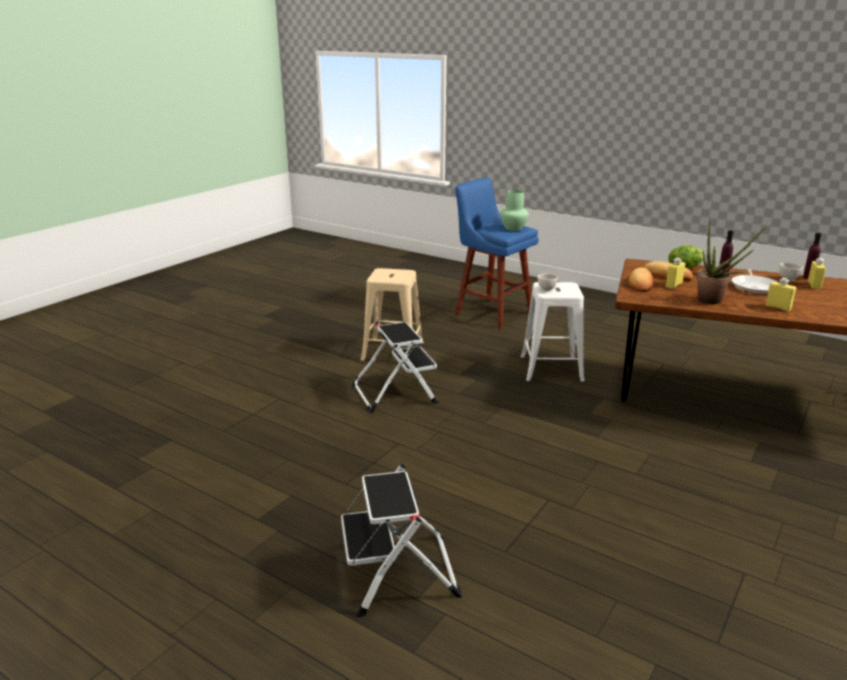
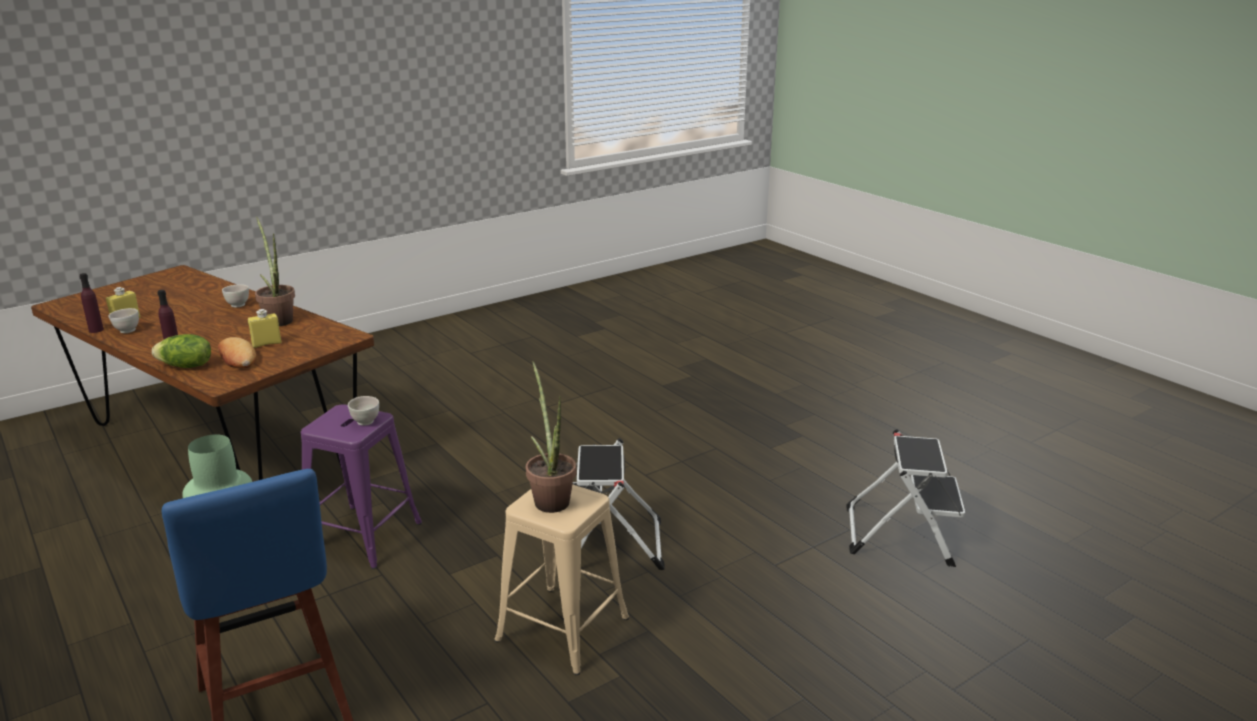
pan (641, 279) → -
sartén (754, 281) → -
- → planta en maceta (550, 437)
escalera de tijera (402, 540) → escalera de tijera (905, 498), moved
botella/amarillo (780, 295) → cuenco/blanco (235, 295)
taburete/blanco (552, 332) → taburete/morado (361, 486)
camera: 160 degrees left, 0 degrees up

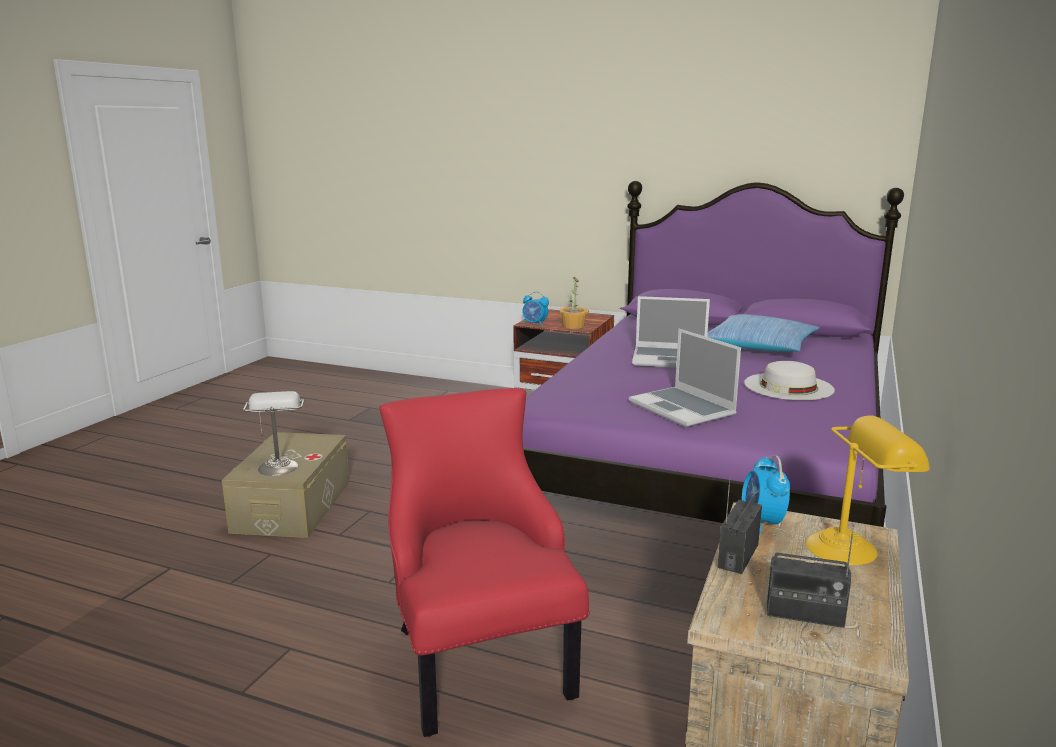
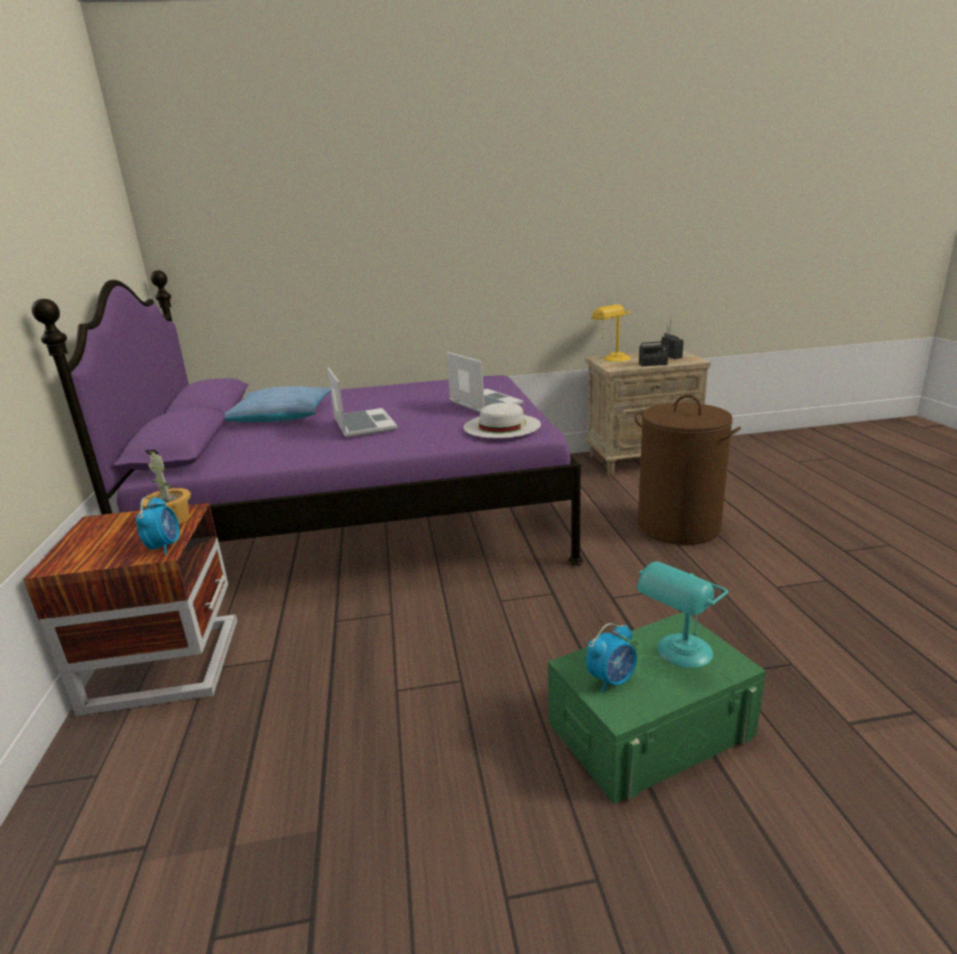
despertador (766, 494) → despertador (611, 658), moved
sombrero/blanco (789, 380) → sombrero/blanco (502, 420), moved
silla/rojo (484, 562) → cesto de la ropa/marrón (687, 470)
caja de almacenaje/beis (285, 485) → caja de almacenaje/verde (657, 708)
lámpara de mesa/blanco (273, 433) → lámpara de mesa/turquesa (682, 615)
portátil (685, 378) → portátil (484, 382), 60 degrees counterclockwise
camera: 120 degrees left, 5 degrees up

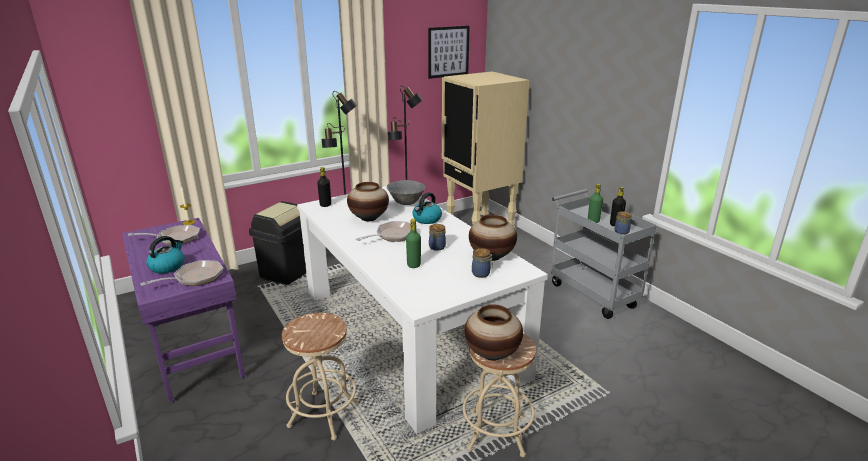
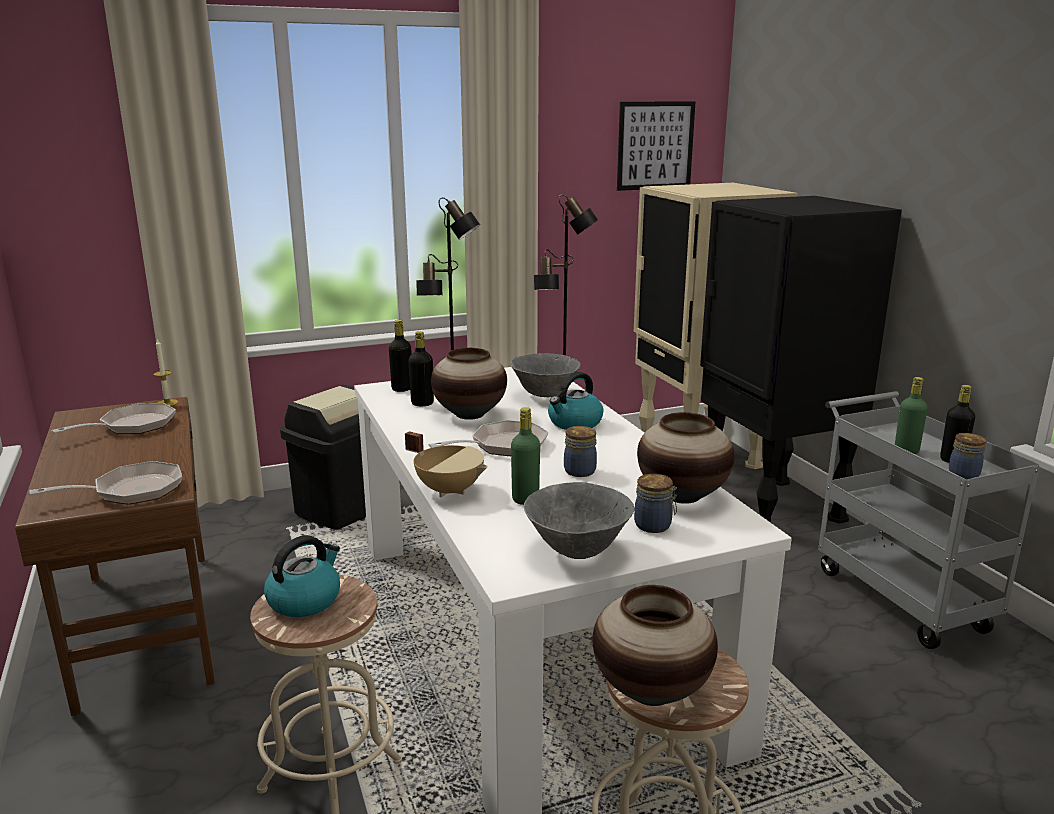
- → olla/beis (446, 464)
- → botella/negro (421, 368)
- → cuenco/gris (579, 520)
- → armario/negro (801, 360)
hervidor (165, 254) → hervidor (302, 576), moved
mesa consola/morado (183, 310) → mesa consola/marrón (115, 556)
sartén (163, 235) → sartén (113, 418), 45 degrees counterclockwise
camera: 10 degrees right, 5 degrees down

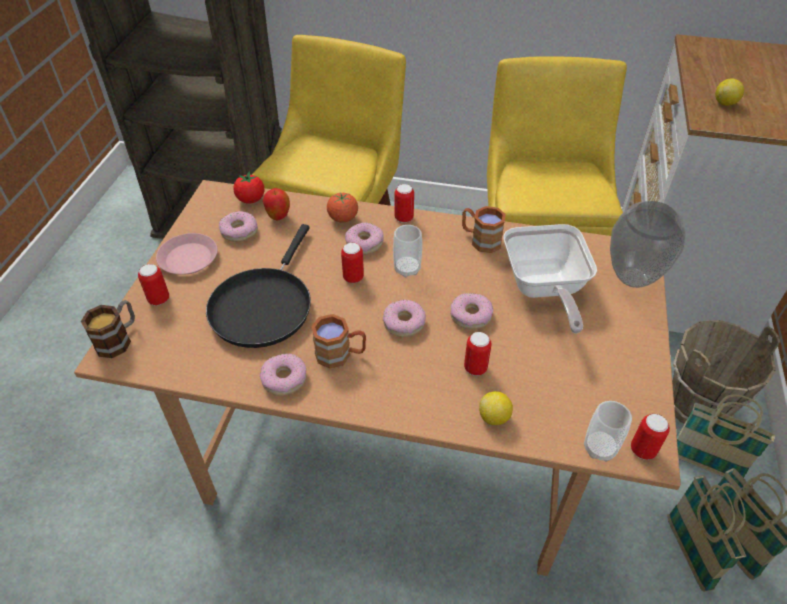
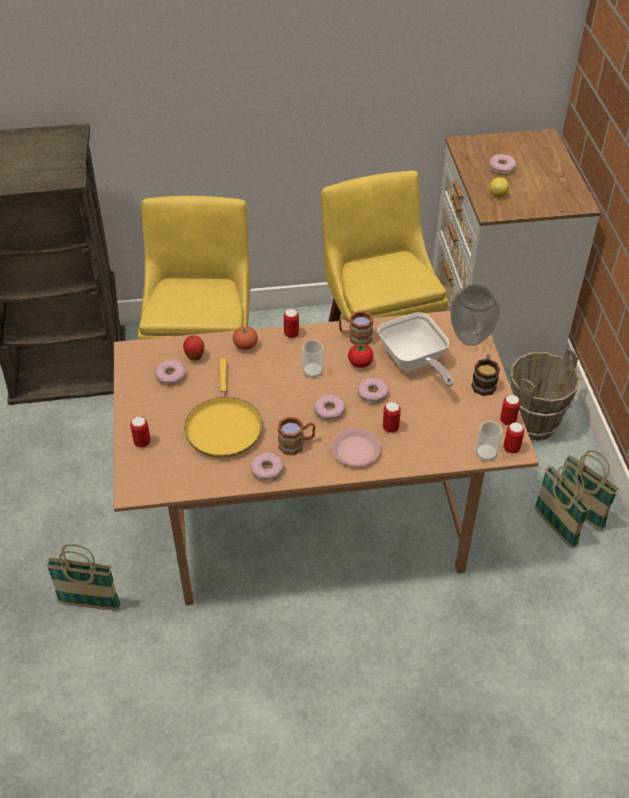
limón (496, 408) → -
taza grande (108, 329) → taza grande (485, 375), moved
plato/rosa (187, 253) → plato/rosa (356, 447), moved
tomate (249, 187) → tomate (360, 355), moved
lata (352, 263) → lata (510, 410), moved
rosquilla (364, 238) → rosquilla (502, 164), moved
cesta (726, 436) → cesta (83, 577), moved
sartén/negro (258, 286) → sartén/amarillo (223, 408)
camera: 20 degrees left, 0 degrees up

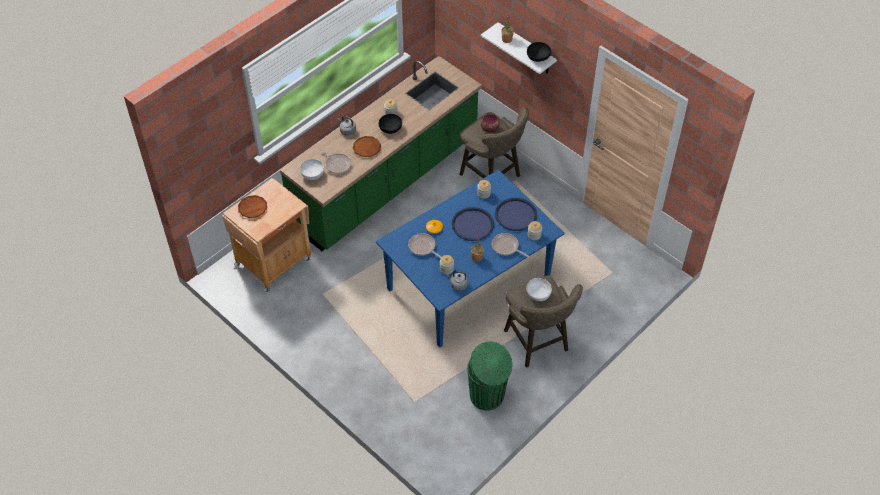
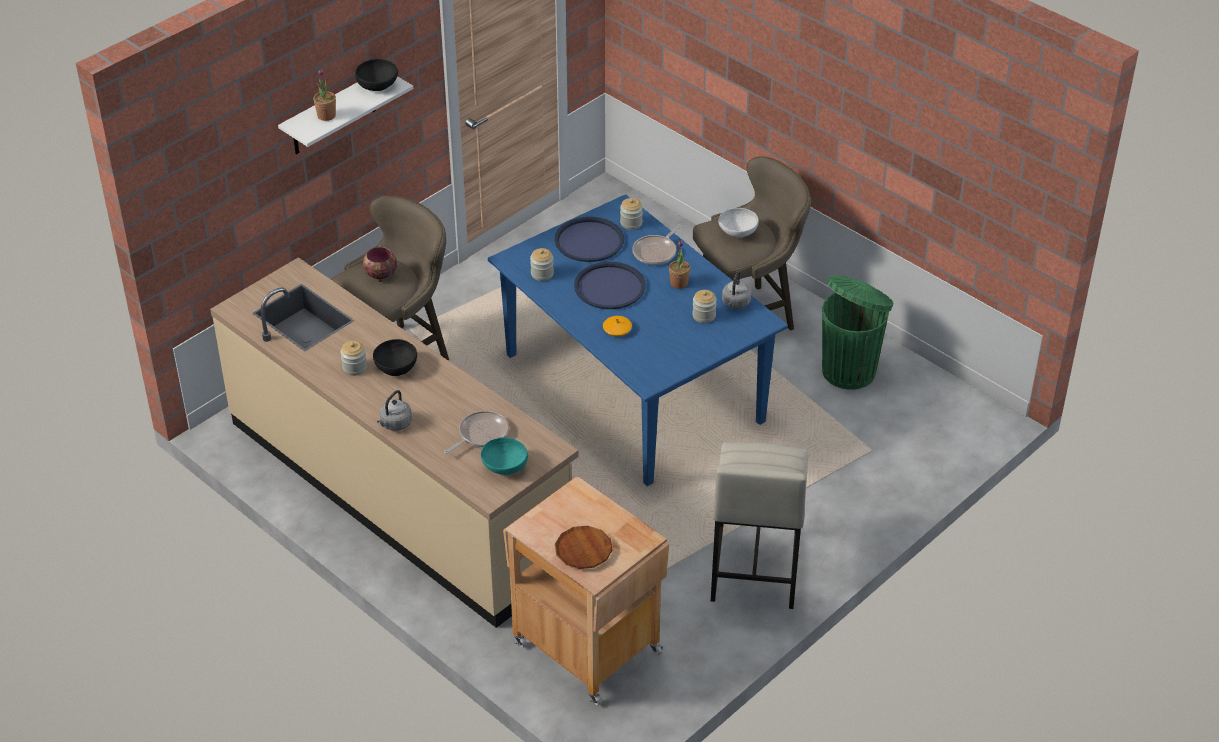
plato/marrón (367, 146) → -
sartén (424, 245) → -
- → taburete/beis (759, 526)
mueble bajo de cocina/verde (381, 153) → mueble bajo de cocina/beis (394, 442)
cuenco/blanco (312, 169) → cuenco/turquesa (504, 456)
camera: 90 degrees left, 10 degrees down

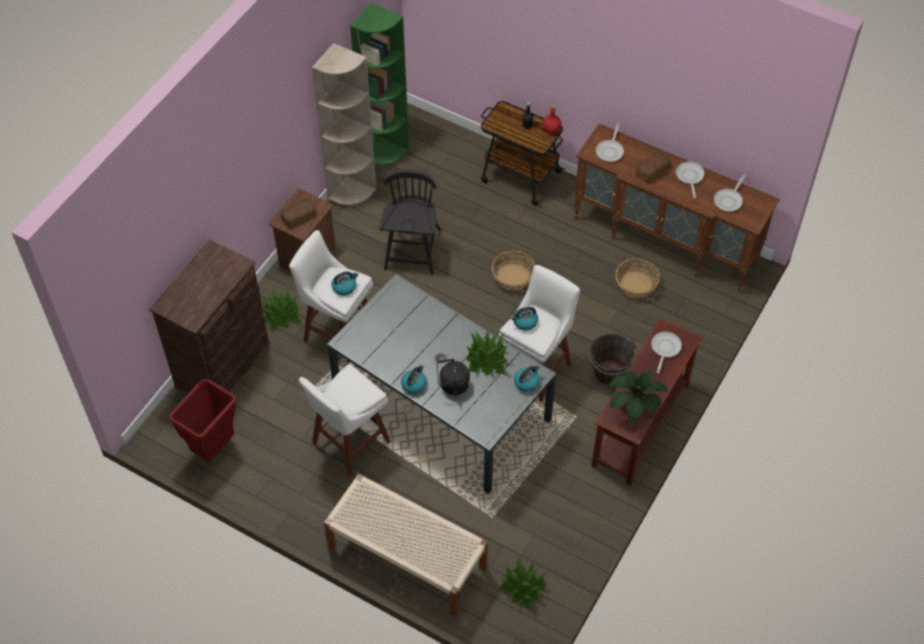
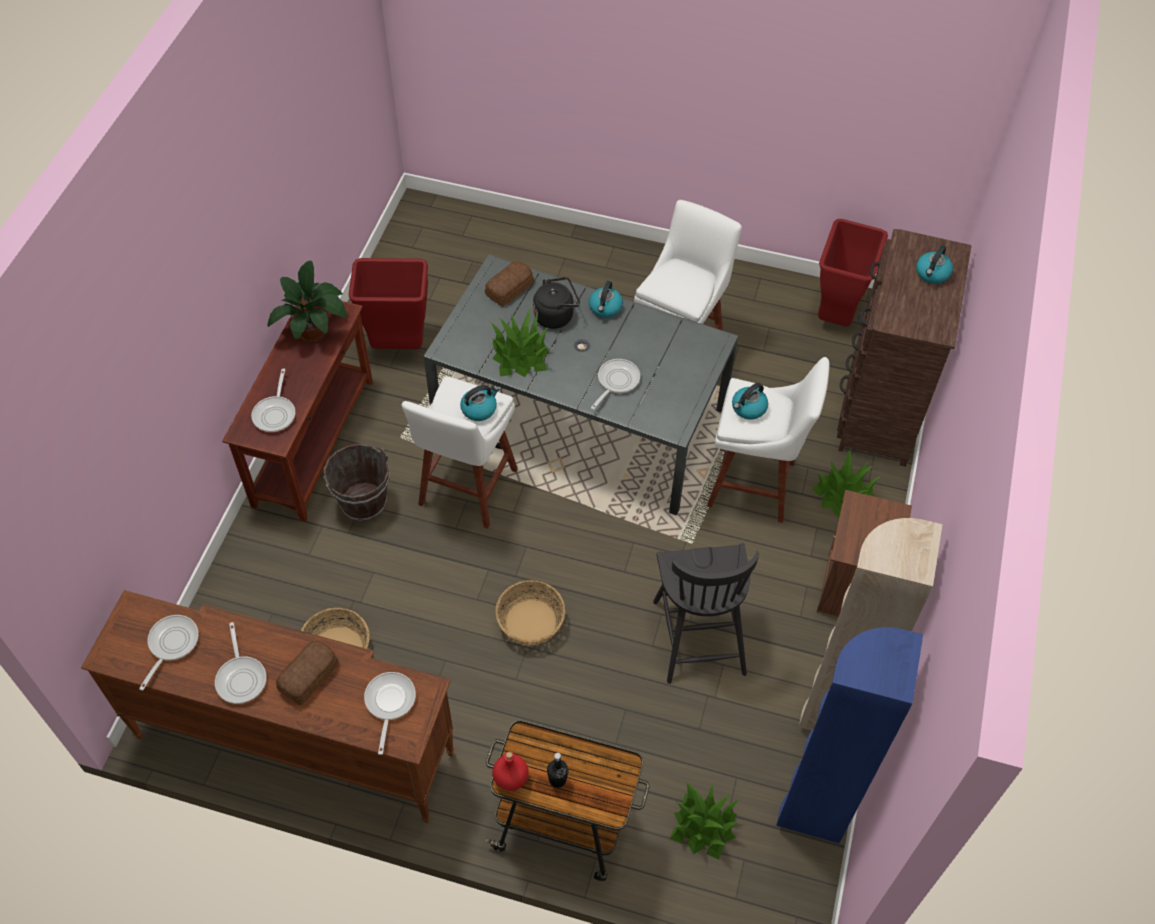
banco/beis (406, 545) → -
- → papelera/rojo (388, 303)
- → sartén (615, 384)
pan (299, 214) → pan (509, 284), moved
planta en maceta (523, 582) → planta en maceta (704, 820), moved
hervidor (527, 378) → hervidor (934, 264), moved
estantería/verde (379, 84) → estantería/azul (849, 735)
camera: 165 degrees right, 0 degrees up

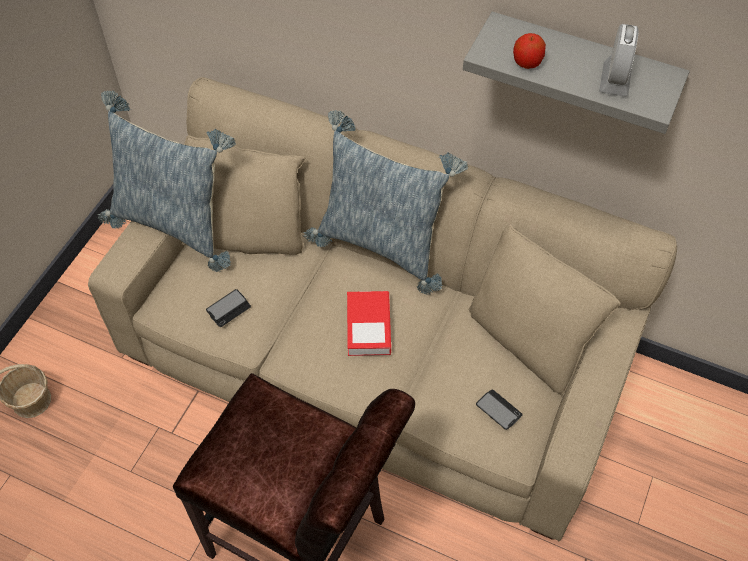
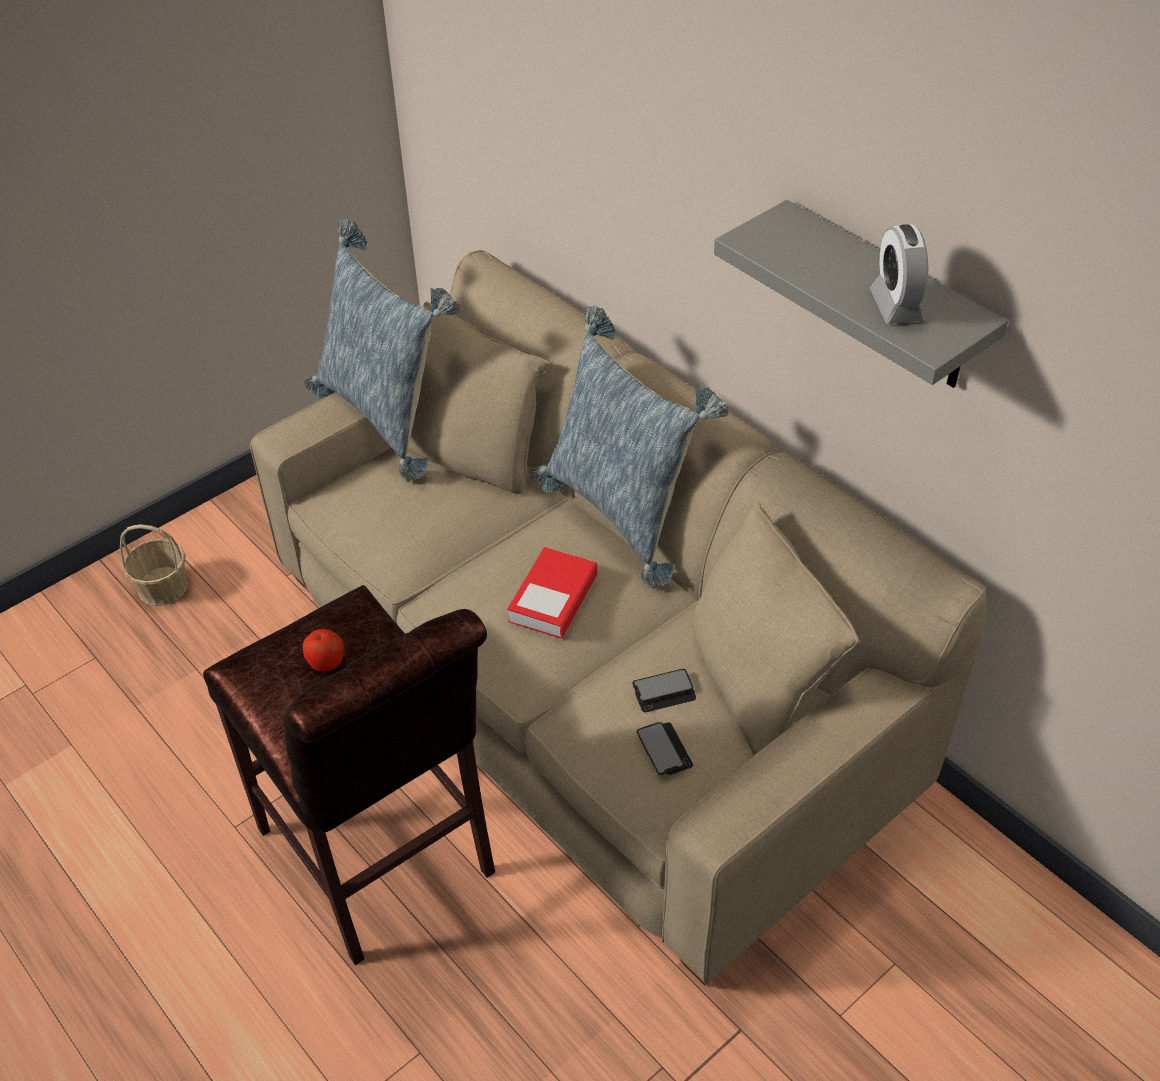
móvil (228, 308) → móvil (664, 691), moved
manzana (529, 51) → manzana (323, 650), moved
despertador (619, 60) → despertador (899, 274), 135 degrees clockwise
camera: 25 degrees right, 10 degrees down

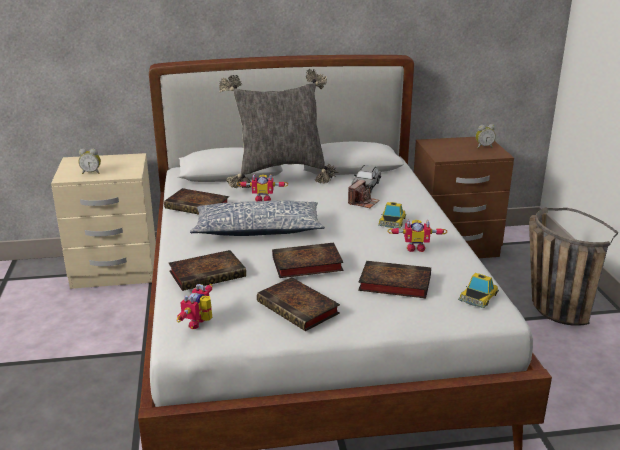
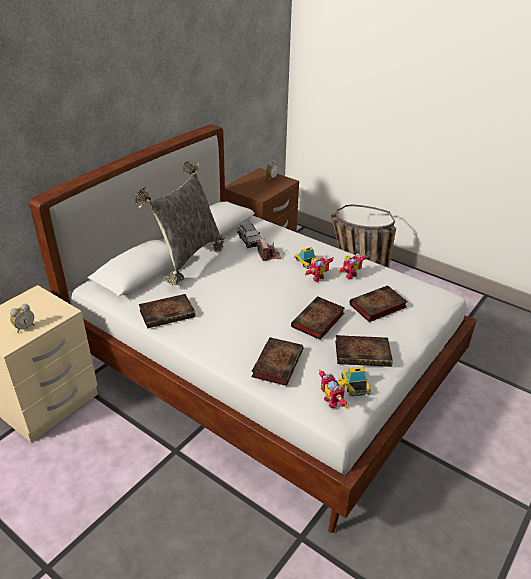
cojín (257, 218) → -
robot de juguete (262, 187) → robot de juguete (319, 269), moved
coche de juguete (478, 290) → coche de juguete (356, 382), moved
camera: 45 degrees left, 10 degrees up

